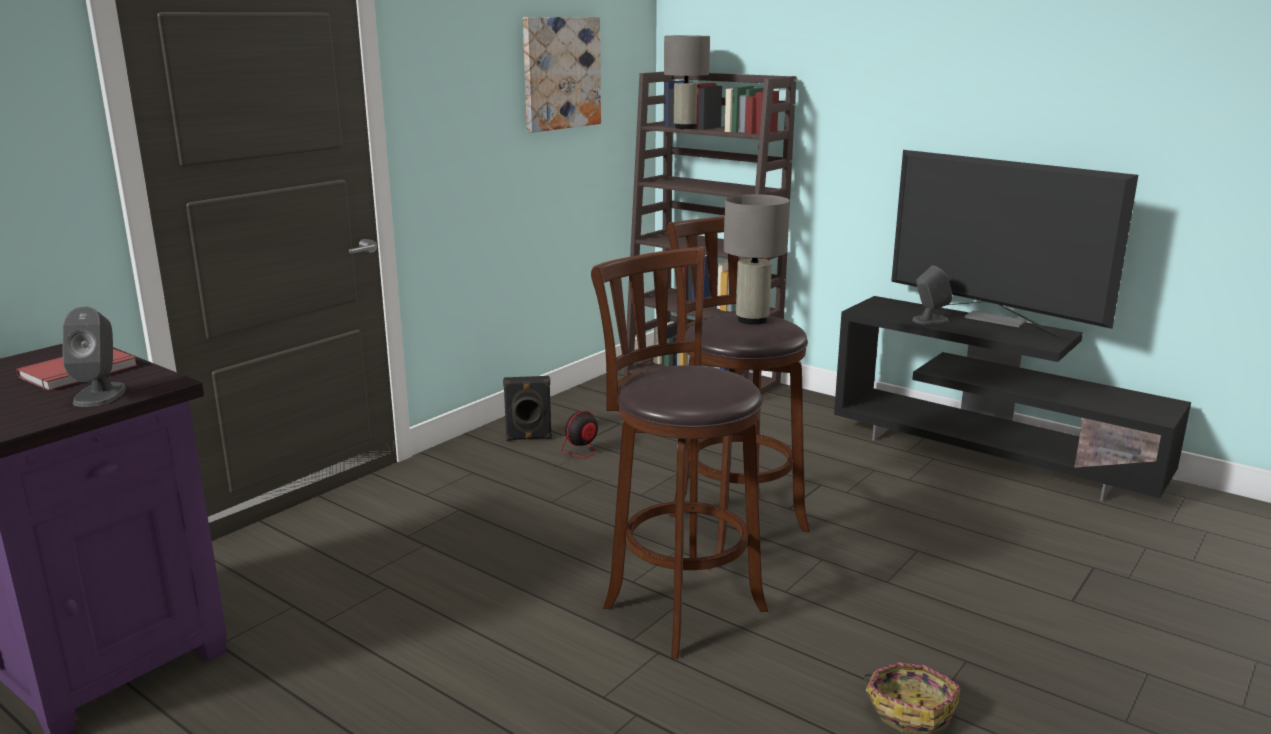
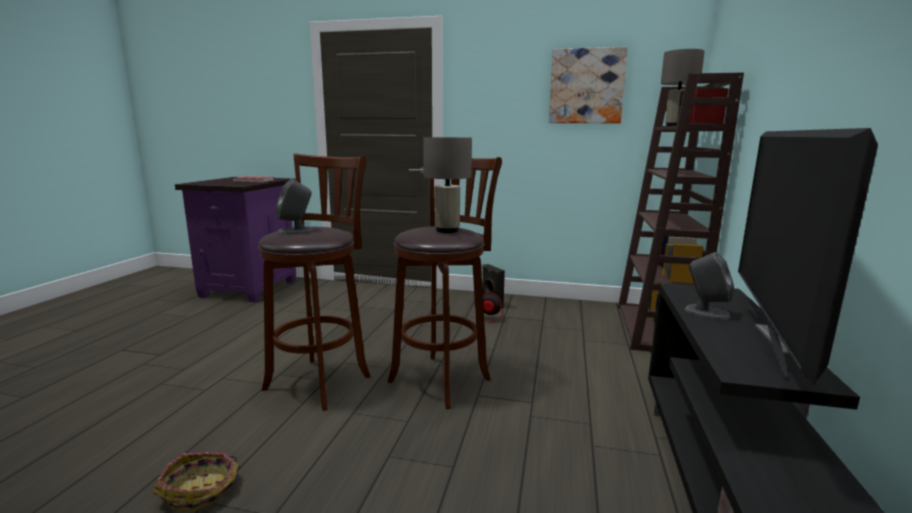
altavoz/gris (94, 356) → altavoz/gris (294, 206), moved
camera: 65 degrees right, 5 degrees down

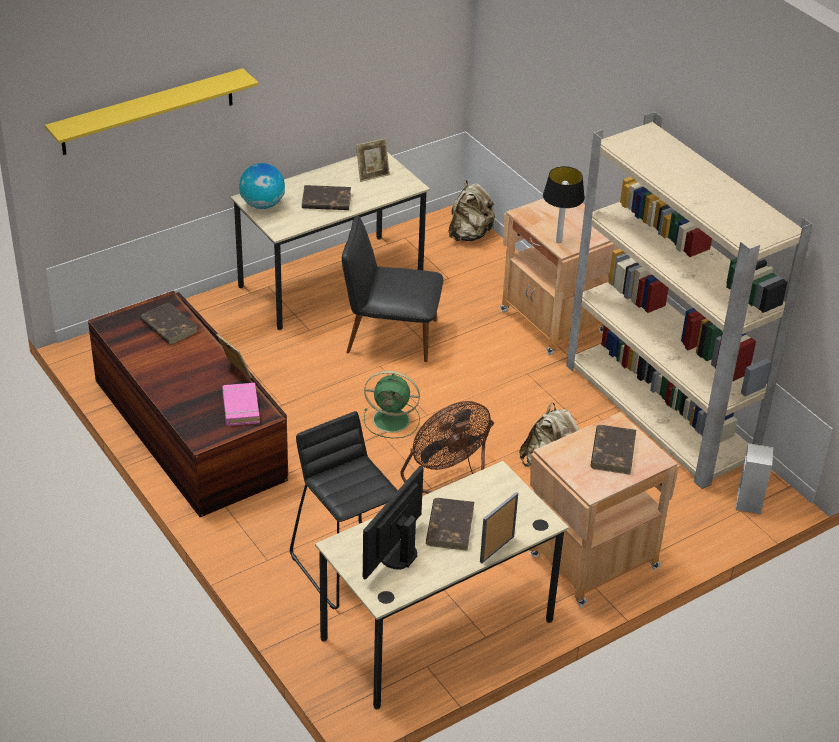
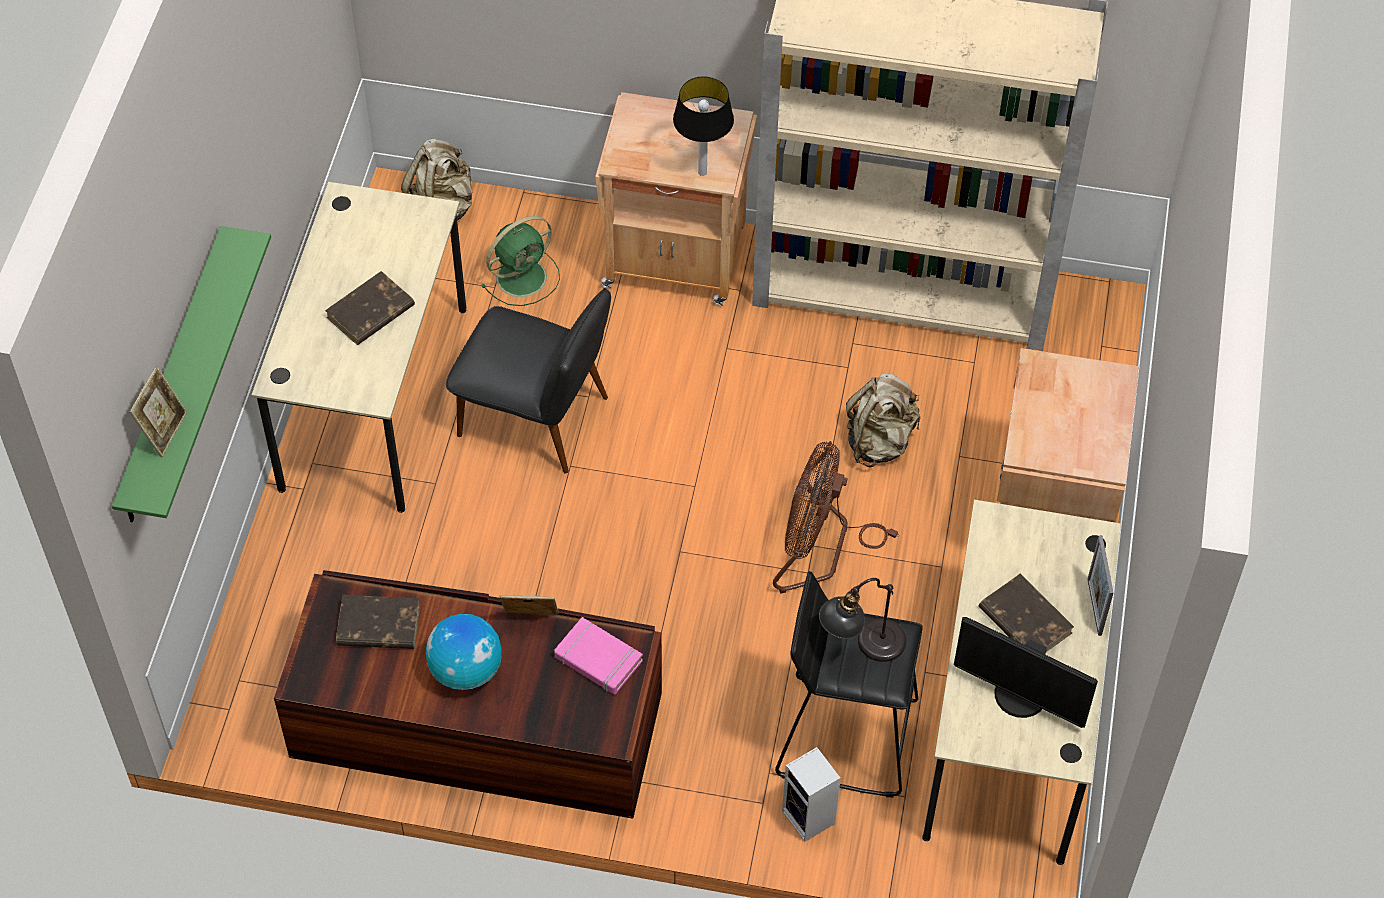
libro/marrón (613, 450) → -
- → lámpara de mesa/gris (862, 620)
globo terráqueo (262, 186) → globo terráqueo (464, 652), moved
portarretratos (373, 160) → portarretratos (158, 411), moved
ventilador/verde (392, 404) → ventilador/verde (520, 261), moved
altavoz (755, 478) → altavoz (811, 794), moved
estante/amarillo (152, 111) → estante/verde (191, 374)
silla/negro (392, 289) → silla/negro (528, 381), 120 degrees counterclockwise
monitor (393, 522) → monitor (1026, 672), 45 degrees counterclockwise
camera: 45 degrees left, 15 degrees up

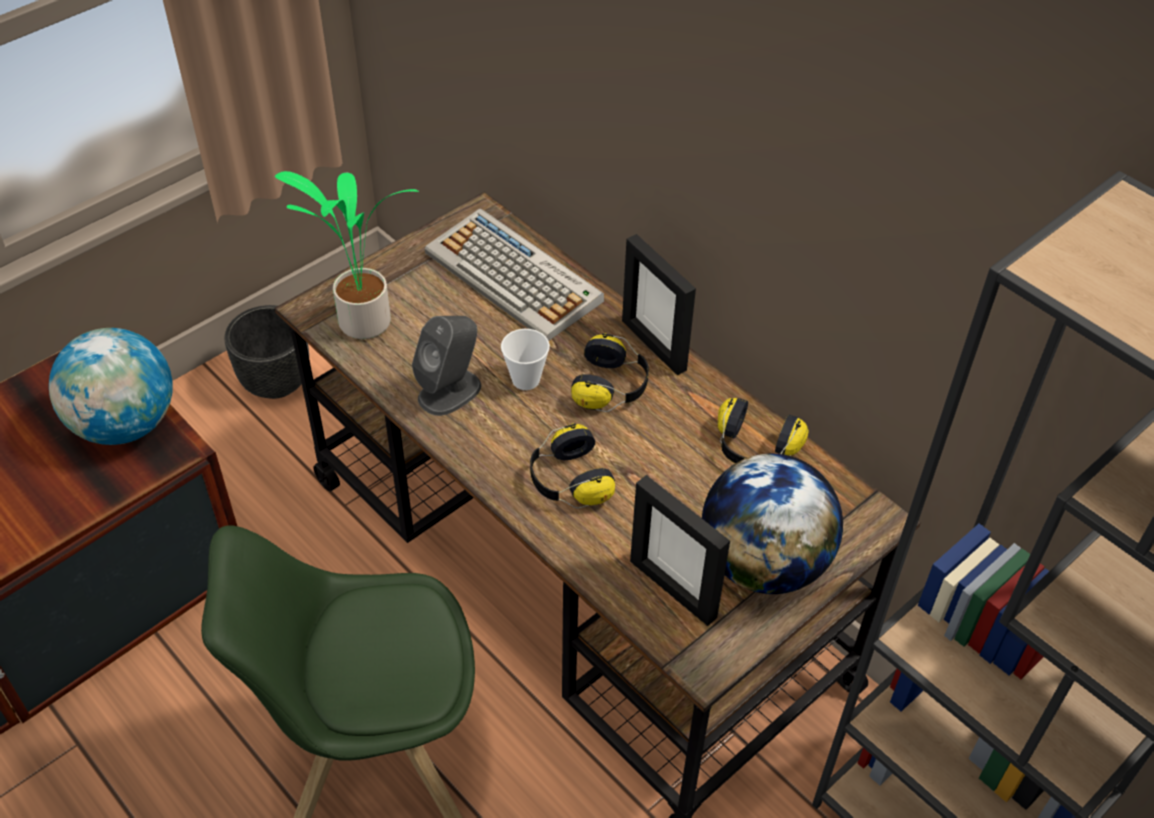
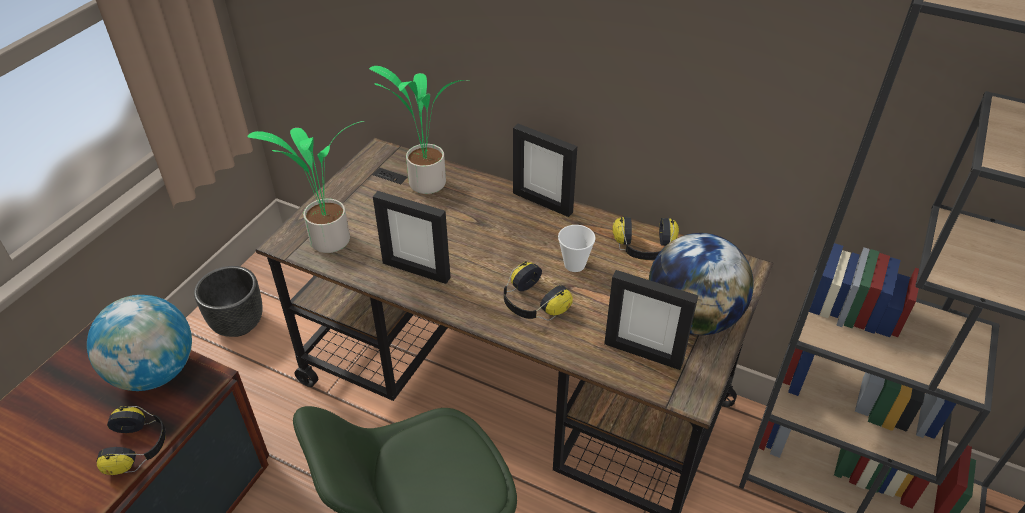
taza (525, 359) → taza (577, 248), moved
auriculares (610, 372) → auriculares (131, 440), moved
altavoz/gris (446, 366) → portarretratos (412, 237)
teclado (514, 275) → planta en maceta (419, 130)
camera: 20 degrees left, 5 degrees down

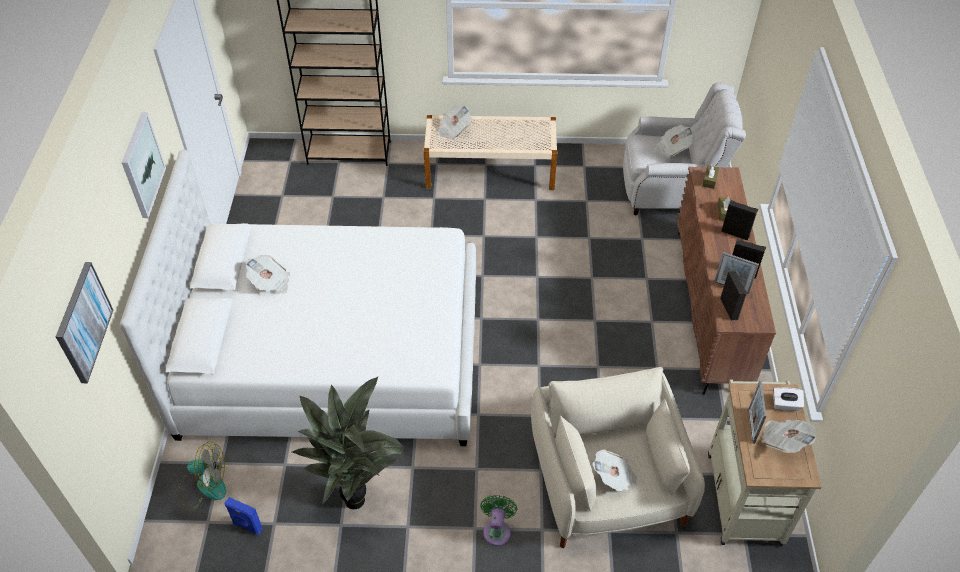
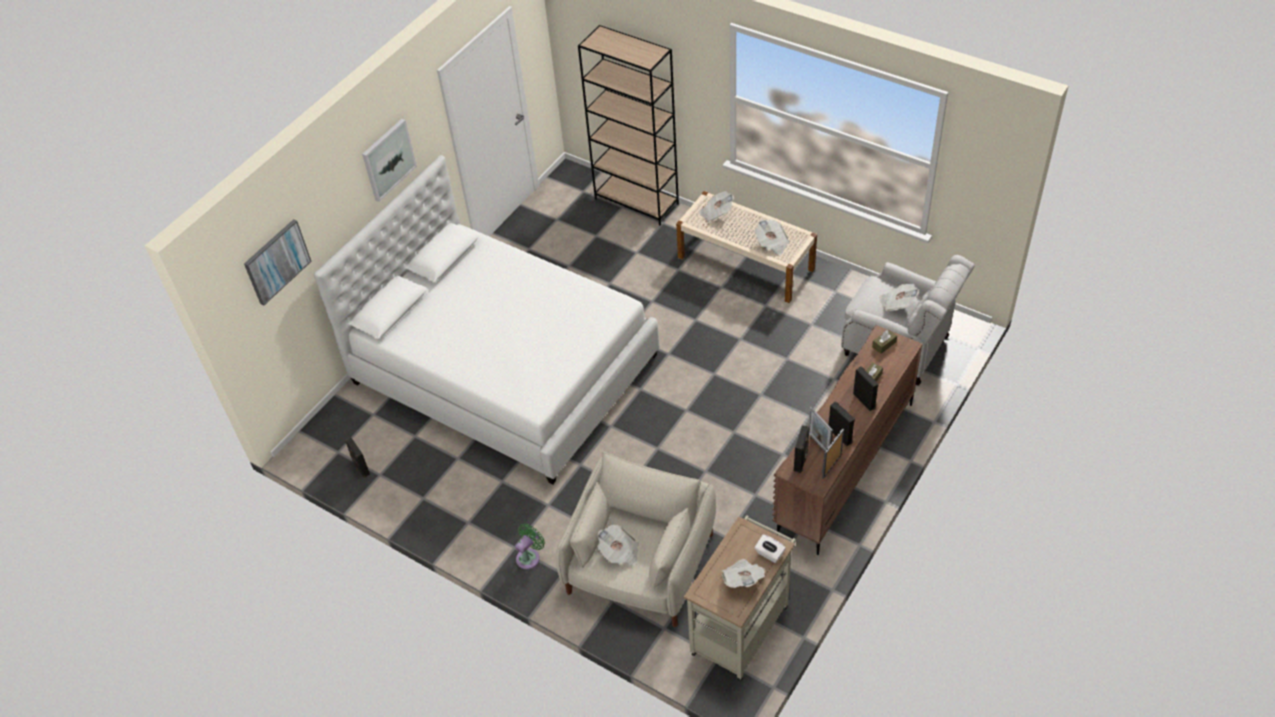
ventilador (202, 476) → -
planta en maceta (349, 443) → -
periódico (268, 274) → periódico (772, 237), moved
portarretratos (757, 412) → portarretratos (833, 453), moved
altavoz/azul (243, 516) → altavoz/negro (357, 458)
camera: 35 degrees right, 0 degrees up

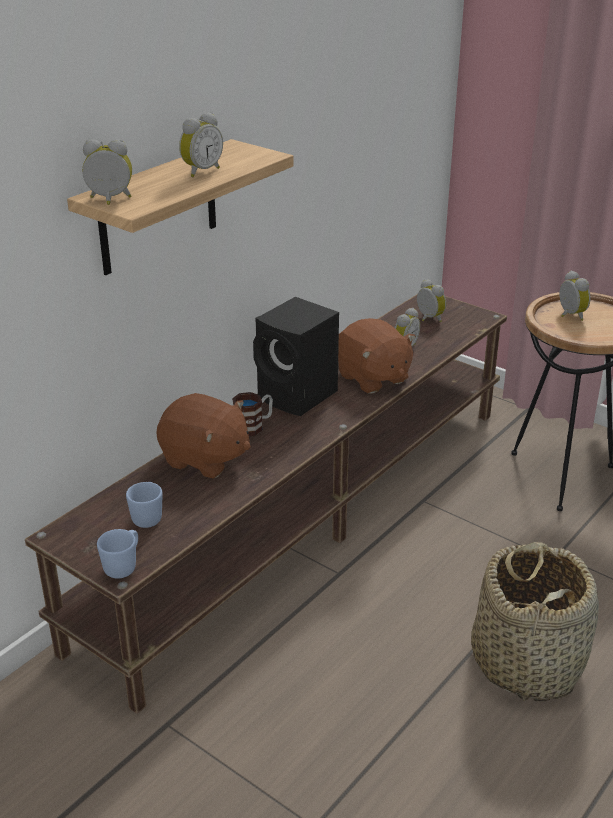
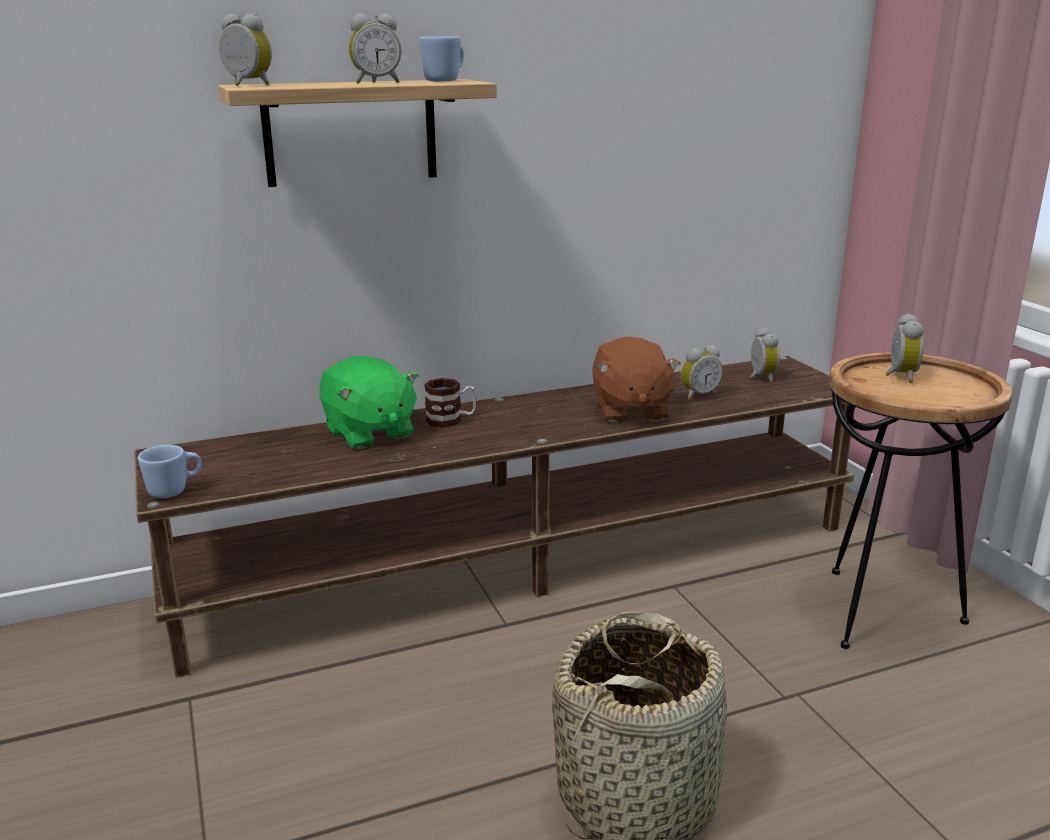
altavoz/negro (296, 356) → -
taza grande/azul (144, 505) → taza grande/azul (441, 59), moved
peluche/marrón (203, 436) → peluche/verde (369, 402)
camera: 30 degrees right, 10 degrees down

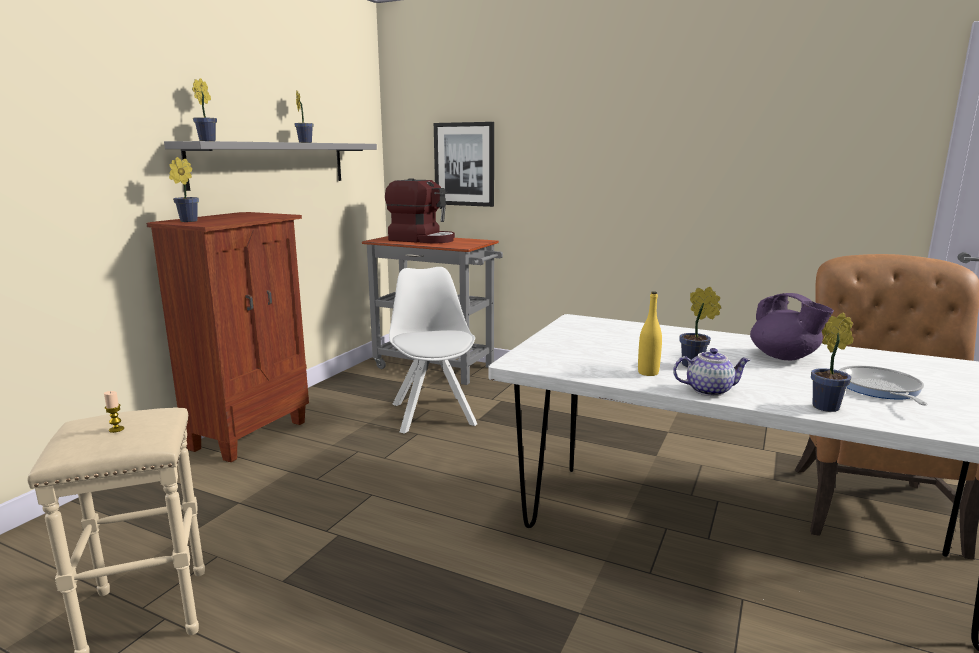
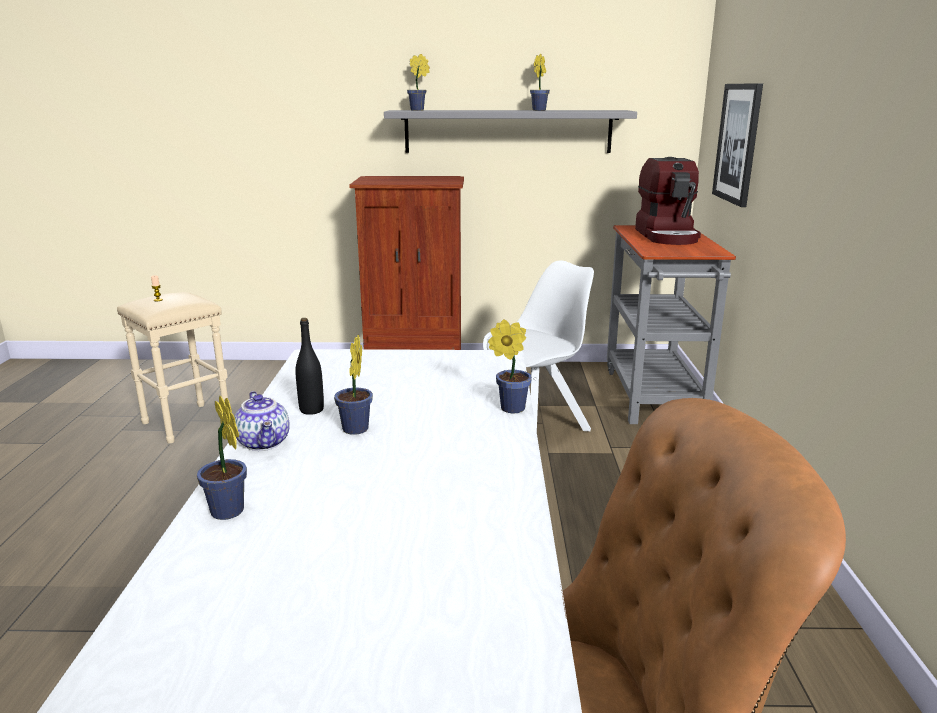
tetera/morado (792, 326) → -
sartén (883, 385) → -
planta en maceta (184, 189) → planta en maceta (510, 366), moved
botella/amarillo (650, 333) → botella/negro (309, 366)
camera: 65 degrees right, 5 degrees up

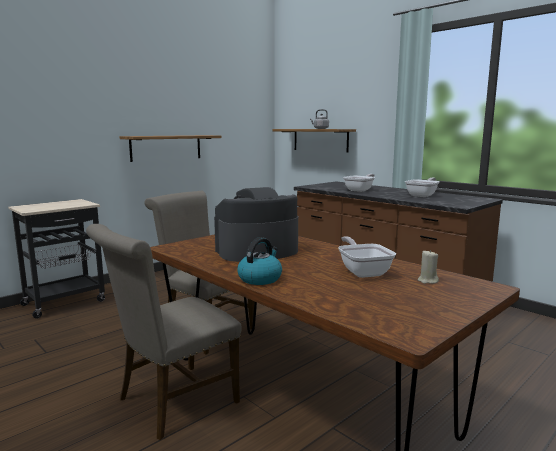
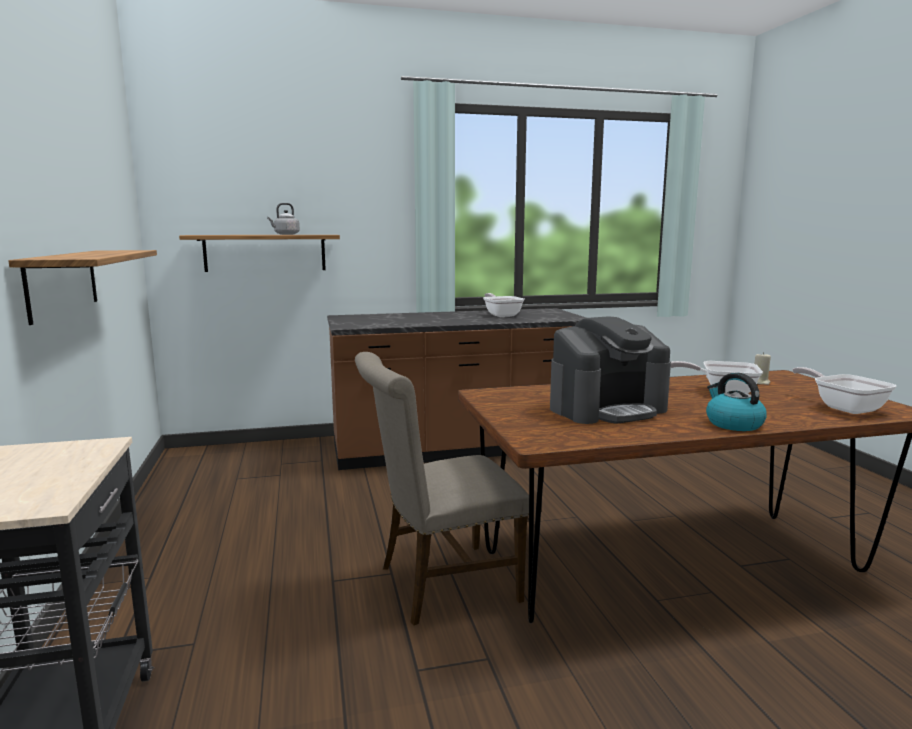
silla/beis (164, 332) → -
sartén (359, 183) → sartén (844, 390), moved
cafetera (256, 224) → cafetera (610, 370), 120 degrees counterclockwise
camera: 60 degrees left, 0 degrees up

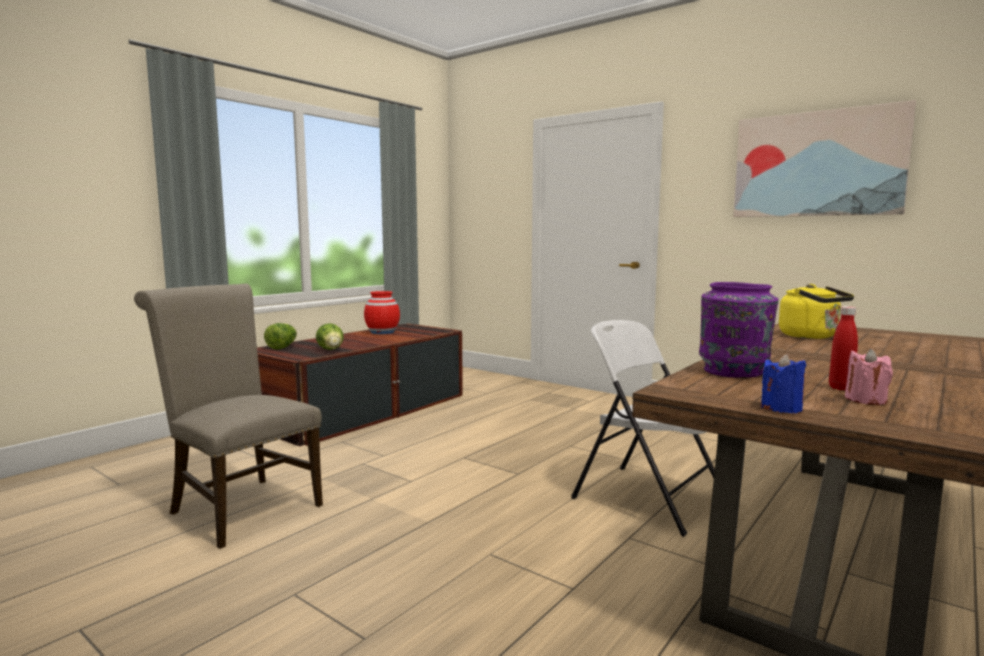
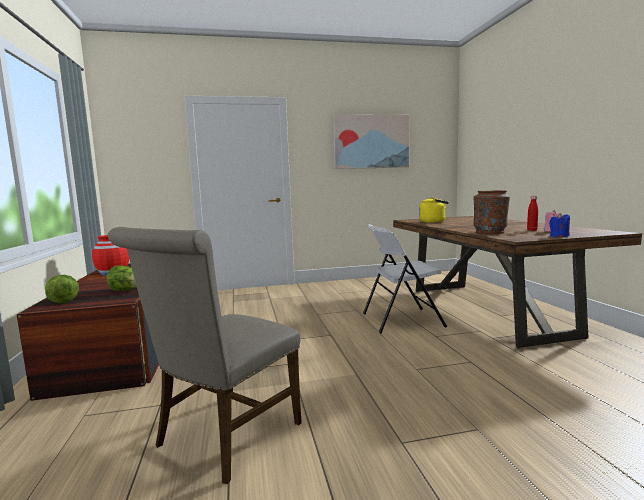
florero/morado (738, 330) → florero/marrón (491, 212)
silla/beis (228, 416) → silla/beis (205, 355), 45 degrees counterclockwise
camera: 50 degrees left, 0 degrees up

